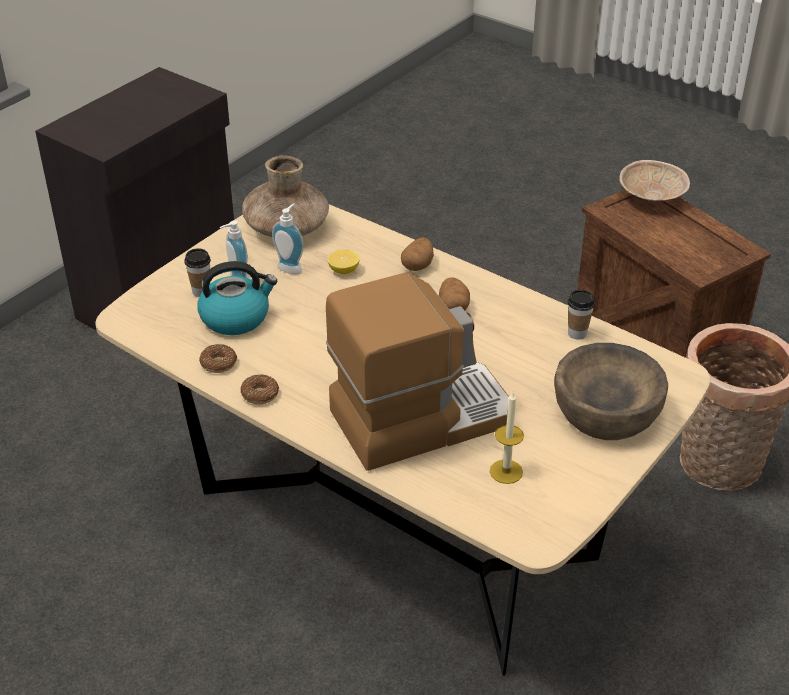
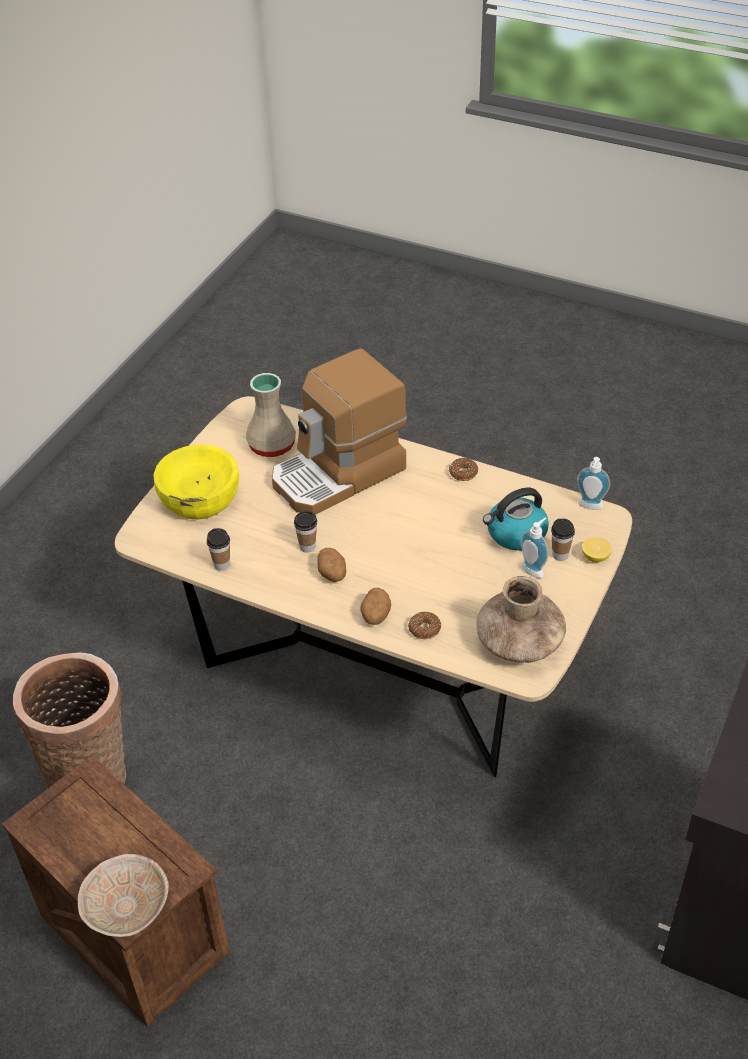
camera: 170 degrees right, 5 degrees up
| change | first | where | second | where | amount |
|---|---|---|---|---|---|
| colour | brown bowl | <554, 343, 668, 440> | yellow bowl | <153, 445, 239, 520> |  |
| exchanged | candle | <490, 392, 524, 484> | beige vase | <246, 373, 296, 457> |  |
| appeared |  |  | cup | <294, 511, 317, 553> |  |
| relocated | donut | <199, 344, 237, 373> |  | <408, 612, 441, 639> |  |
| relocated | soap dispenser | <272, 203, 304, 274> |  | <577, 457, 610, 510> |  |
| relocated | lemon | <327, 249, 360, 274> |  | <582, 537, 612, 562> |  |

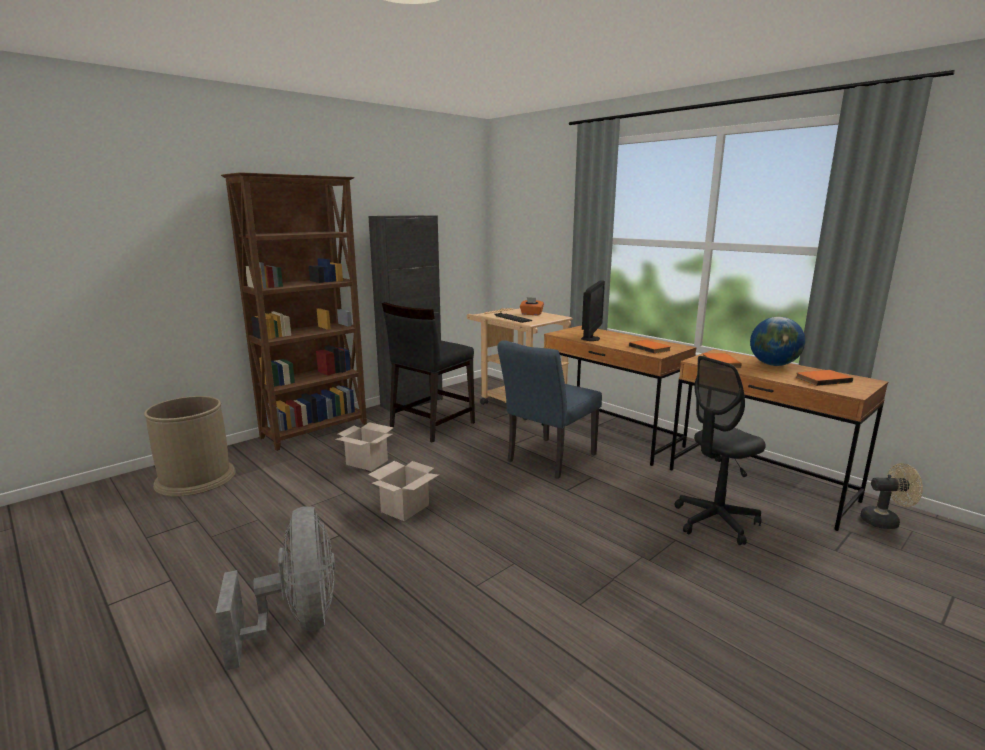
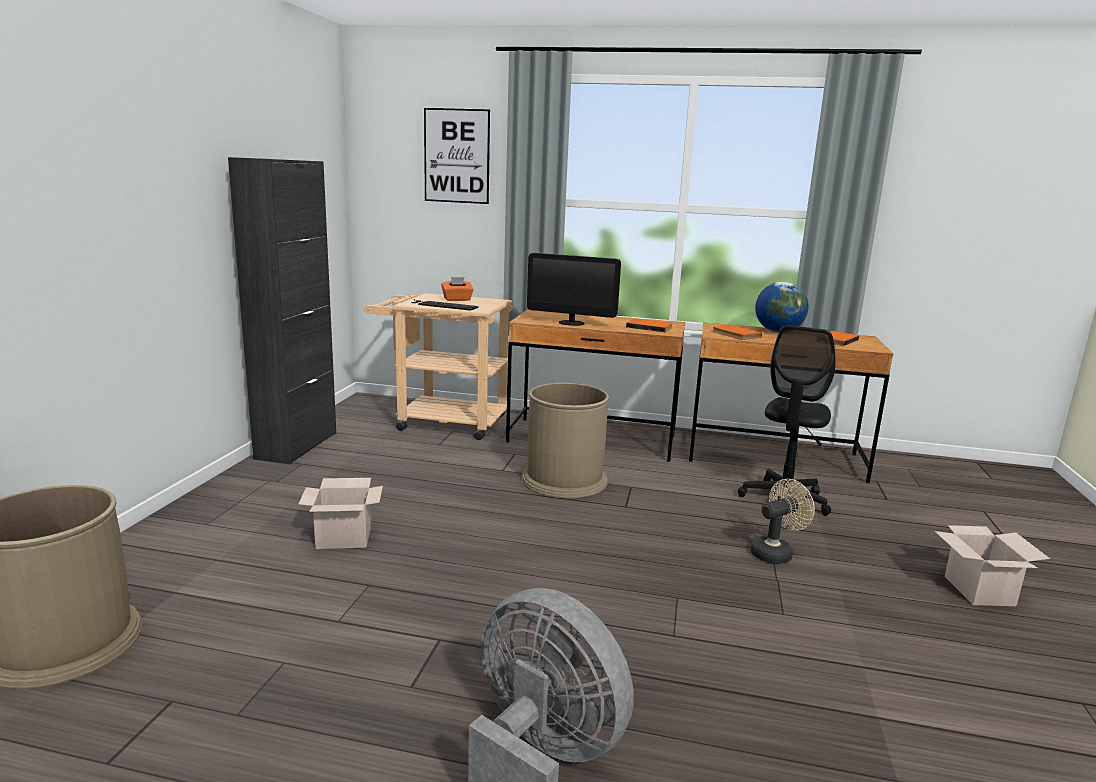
camera: 35 degrees left, 0 degrees up
| change | first | where | second | where | amount |
|---|---|---|---|---|---|
| appeared |  |  | picture | <424, 108, 490, 204> |  |
| exchanged | blue chair | <497, 340, 602, 479> | brown trash can | <521, 383, 609, 498> |  |
| spun | monitor | <581, 280, 605, 341> |  | <527, 253, 621, 326> | 120 degrees clockwise |
| relocated | beige fan | <860, 463, 923, 529> |  | <750, 479, 815, 564> |  |
| relocated | cardboard box | <368, 461, 438, 521> |  | <935, 525, 1050, 606> |  |
| missing | brown bookcase | <221, 172, 367, 451> |  |  |  |
| missing | black chair | <382, 302, 475, 443> |  |  |  |

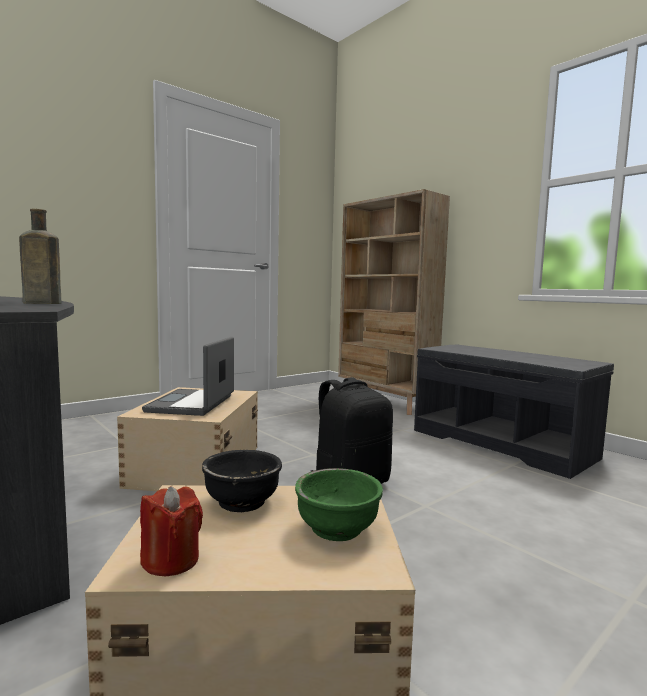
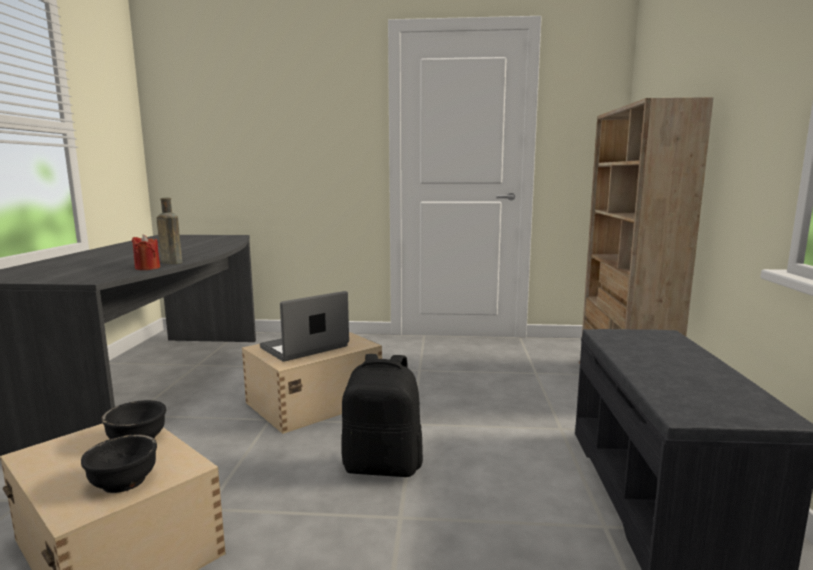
camera: 45 degrees right, 5 degrees up
| change | first | where | second | where | amount |
|---|---|---|---|---|---|
| colour | green bowl | <295, 468, 383, 541> | black bowl | <81, 435, 157, 493> |  |
| relocated | red candle | <140, 486, 203, 576> |  | <132, 235, 160, 270> |  |

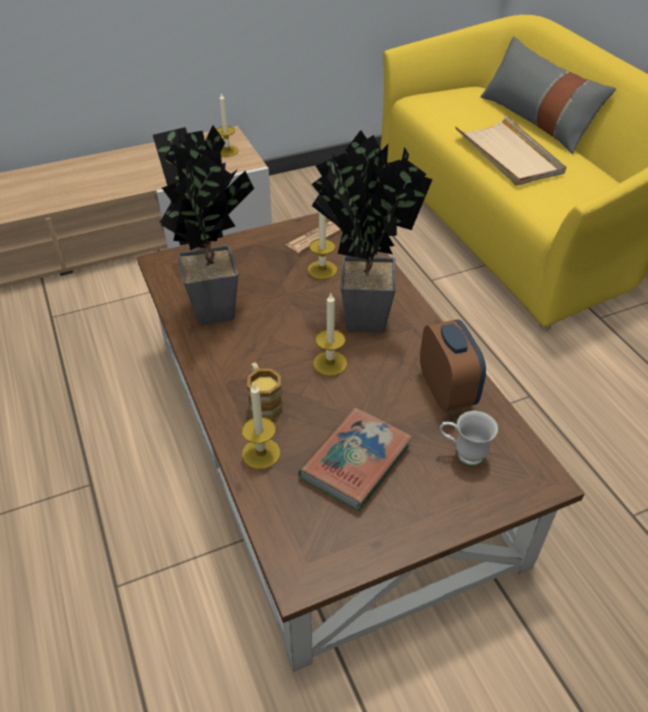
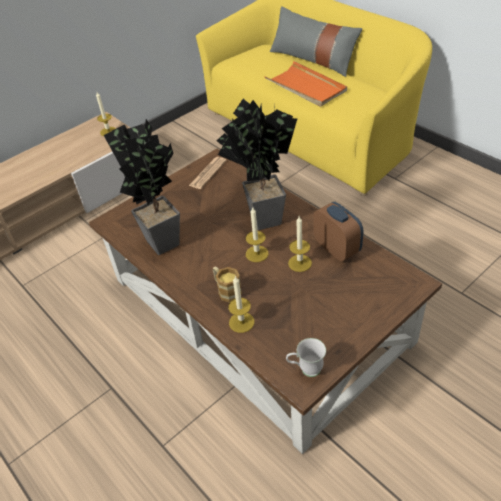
camera: 15 degrees left, 0 degrees up
| change | first | where | second | where | amount |
|---|---|---|---|---|---|
| colour | beige tray | <455, 115, 566, 186> | orange tray | <264, 61, 347, 107> |  |
| relocated | white mug | <440, 411, 498, 466> |  | <286, 338, 326, 377> |  |
| relocated | candle | <308, 212, 337, 279> |  | <288, 216, 312, 272> |  |
| missing | book | <298, 408, 412, 511> |  |  |  |

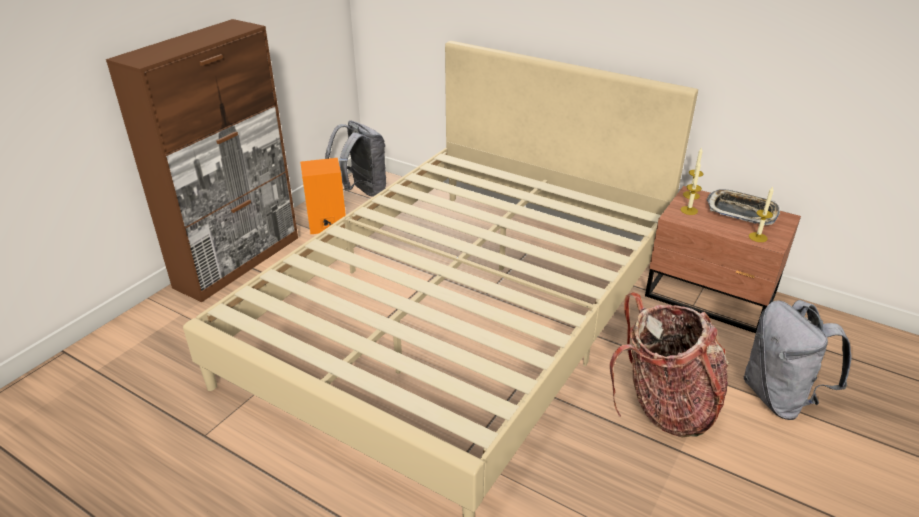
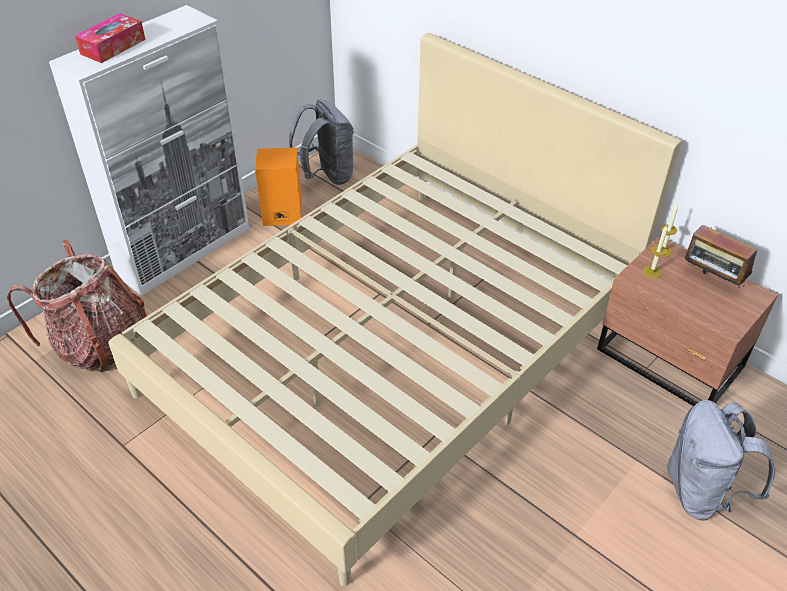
camera: 10 degrees right, 10 degrees up
| change | first | where | second | where | amount |
|---|---|---|---|---|---|
| relocated | backpack | <610, 292, 729, 438> |  | <7, 240, 147, 372> |  |
| colour | brown cabinet | <106, 19, 298, 302> | white cabinet | <49, 5, 249, 296> |  |
| appeared |  |  | tissue box | <75, 13, 145, 63> |  |
| exchanged | tray | <706, 189, 780, 225> | radio | <685, 225, 757, 287> |  |
| missing | candle | <749, 187, 774, 242> |  |  |  |

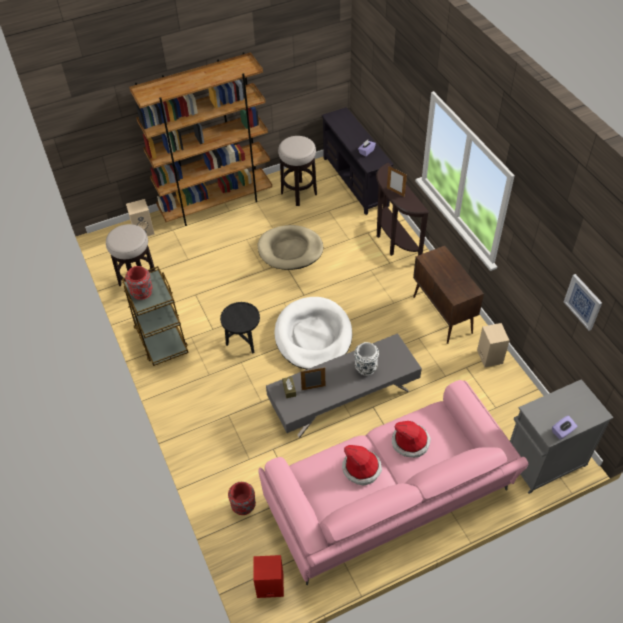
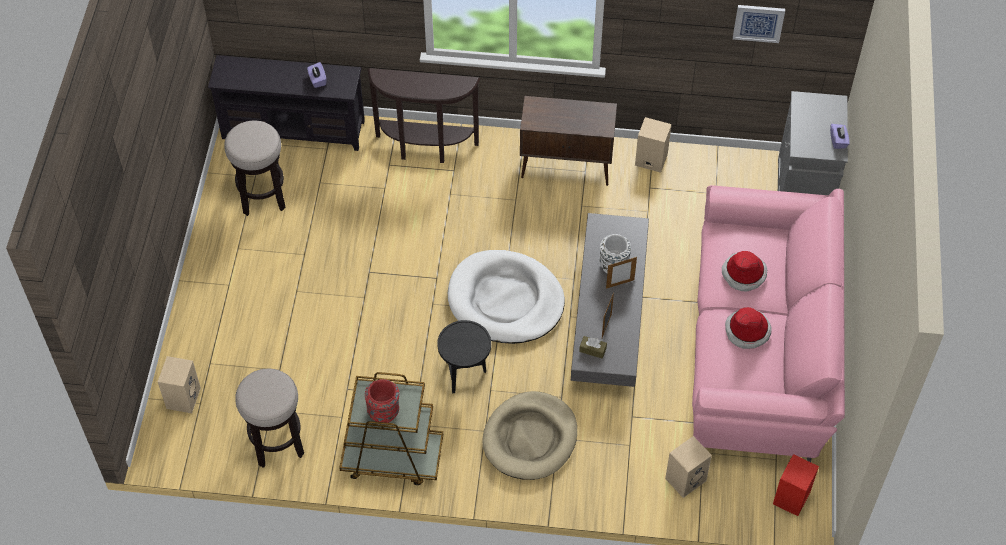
camera: 60 degrees left, 5 degrees up
| change | first | where | second | where | amount |
|---|---|---|---|---|---|
| relocated | beige dog bed | <258, 225, 323, 270> |  | <482, 391, 577, 480> |  |
| relocated | picture frame | <387, 166, 407, 197> |  | <606, 257, 637, 289> |  |
| exchanged | red vase | <228, 482, 256, 515> | beige speaker | <665, 436, 712, 498> |  |
| missing | brown bookcase | <129, 52, 272, 226> |  |  |  |

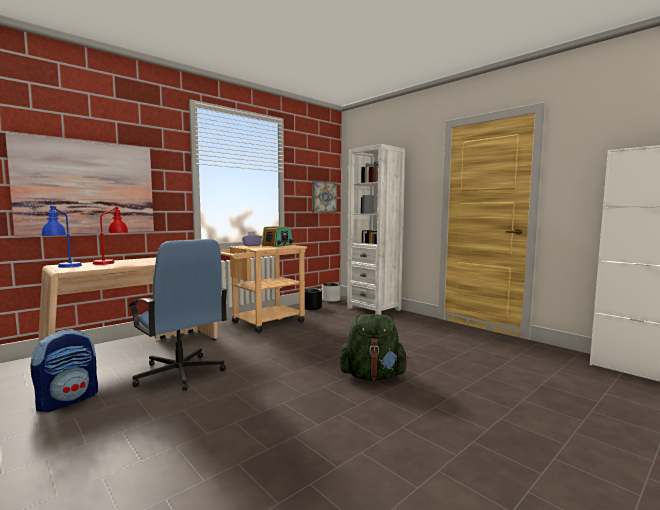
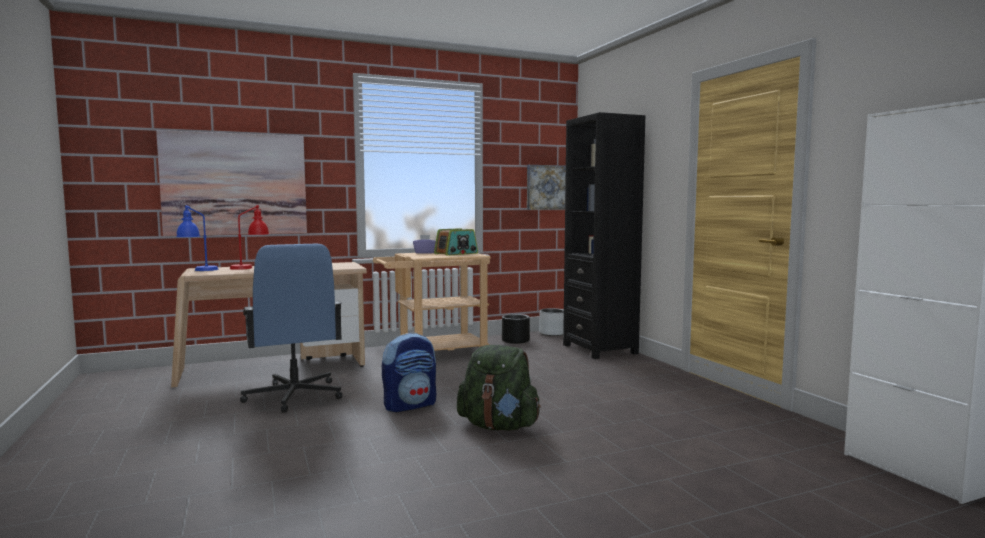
camera: 20 degrees right, 0 degrees up
| change | first | where | second | where | amount |
|---|---|---|---|---|---|
| relocated | backpack | <30, 329, 98, 412> |  | <382, 333, 436, 412> |  |
| colour | white bookcase | <347, 144, 405, 315> | black bookcase | <563, 112, 645, 359> |  |

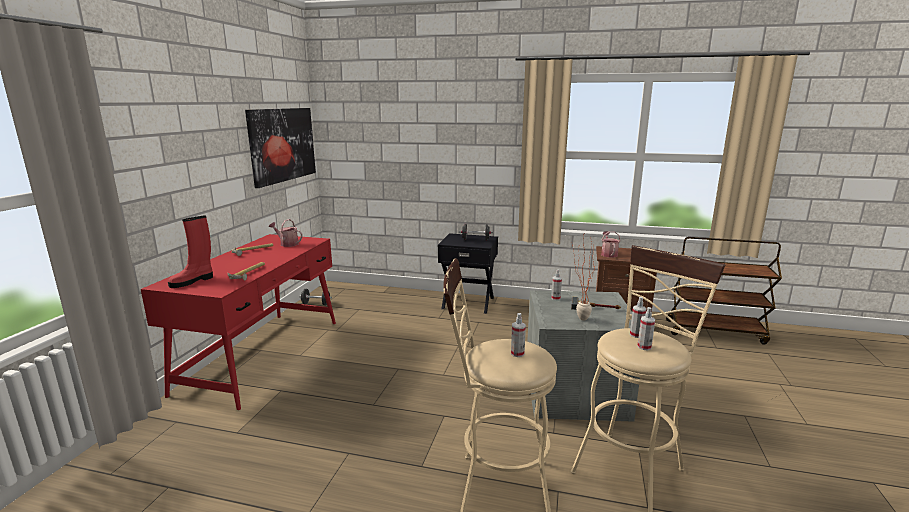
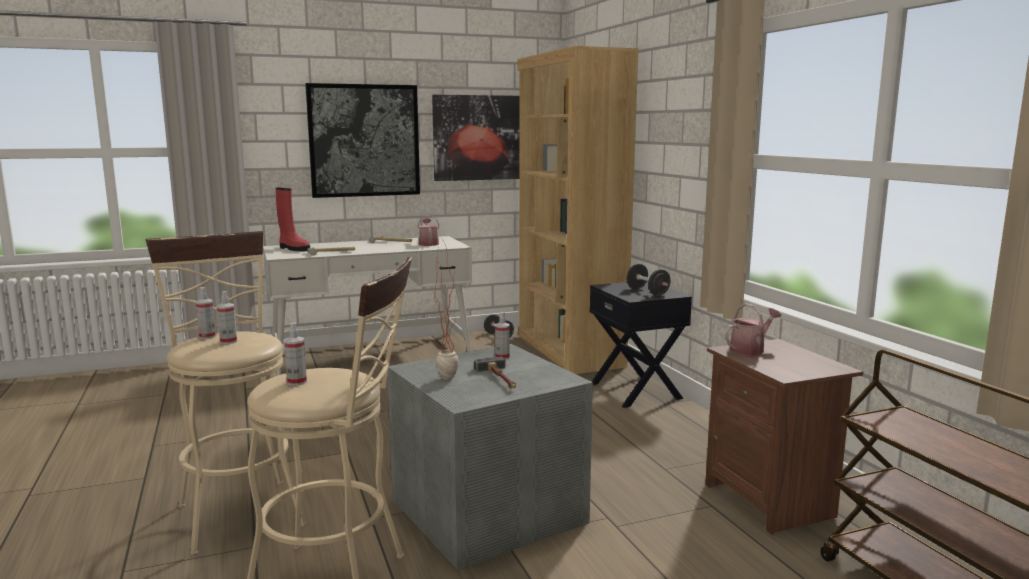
camera: 55 degrees right, 5 degrees down
| change | first | where | second | where | amount |
|---|---|---|---|---|---|
| relocated | spray bottle | <630, 297, 647, 338> |  | <196, 287, 216, 339> |  |
| colour | red desk | <141, 234, 336, 410> | white desk | <263, 236, 472, 376> |  |
| spun | red boot | <168, 215, 213, 288> |  | <275, 188, 310, 251> | 150 degrees counterclockwise |
| appeared |  |  | picture | <305, 83, 420, 198> |  |
| appeared |  |  | brown bookcase | <517, 46, 639, 374> |  |

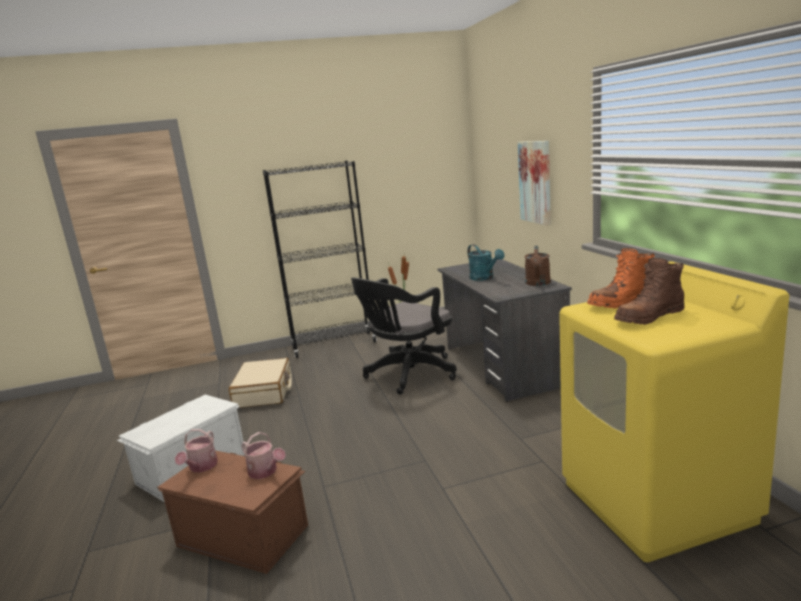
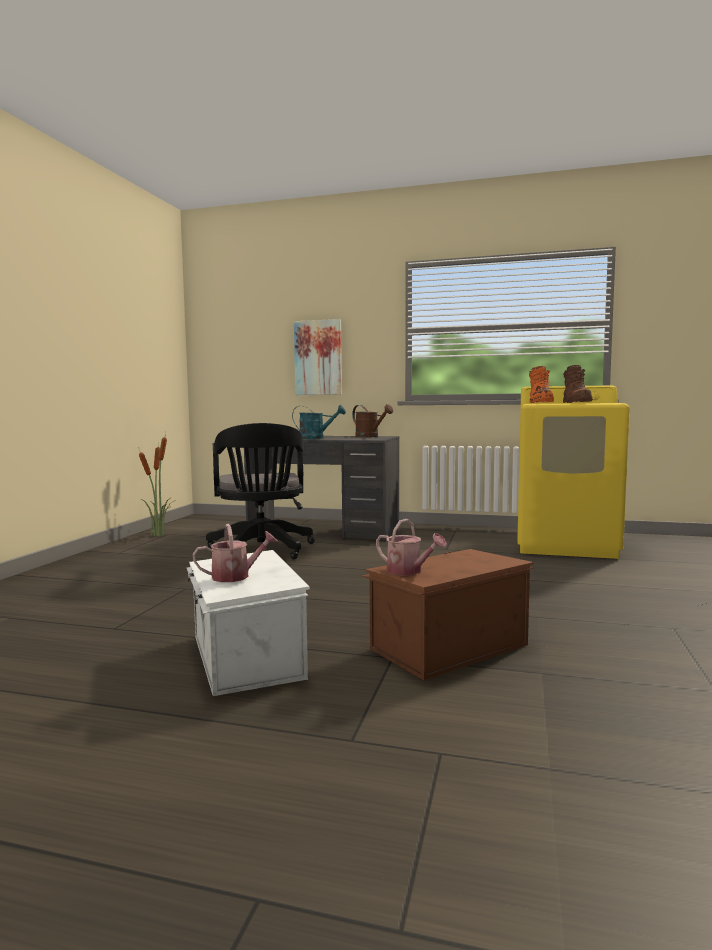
camera: 60 degrees left, 10 degrees down
| change | first | where | second | where | amount |
|---|---|---|---|---|---|
| relocated | watering can | <241, 432, 286, 479> |  | <192, 524, 278, 582> |  |
| missing | beige suitcase | <229, 358, 292, 408> |  |  |  |
| missing | black bookcase | <263, 161, 377, 358> |  |  |  |

